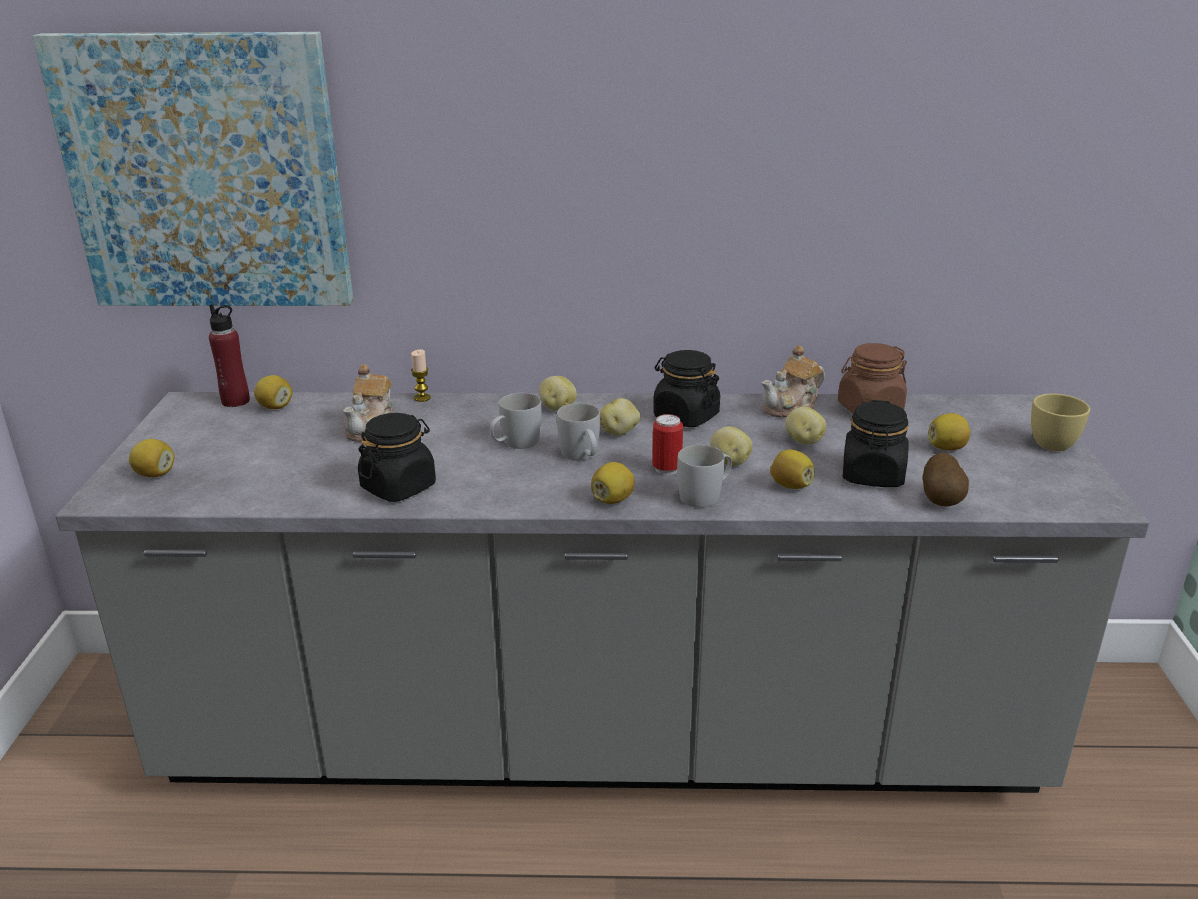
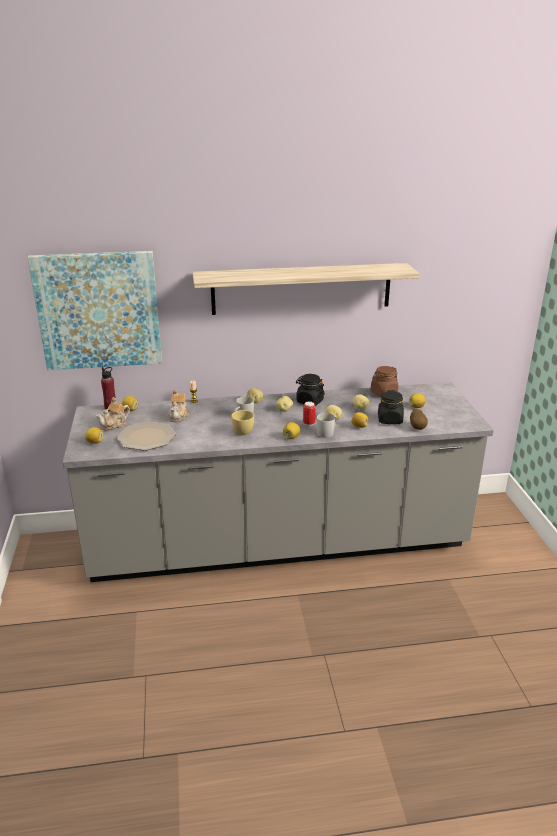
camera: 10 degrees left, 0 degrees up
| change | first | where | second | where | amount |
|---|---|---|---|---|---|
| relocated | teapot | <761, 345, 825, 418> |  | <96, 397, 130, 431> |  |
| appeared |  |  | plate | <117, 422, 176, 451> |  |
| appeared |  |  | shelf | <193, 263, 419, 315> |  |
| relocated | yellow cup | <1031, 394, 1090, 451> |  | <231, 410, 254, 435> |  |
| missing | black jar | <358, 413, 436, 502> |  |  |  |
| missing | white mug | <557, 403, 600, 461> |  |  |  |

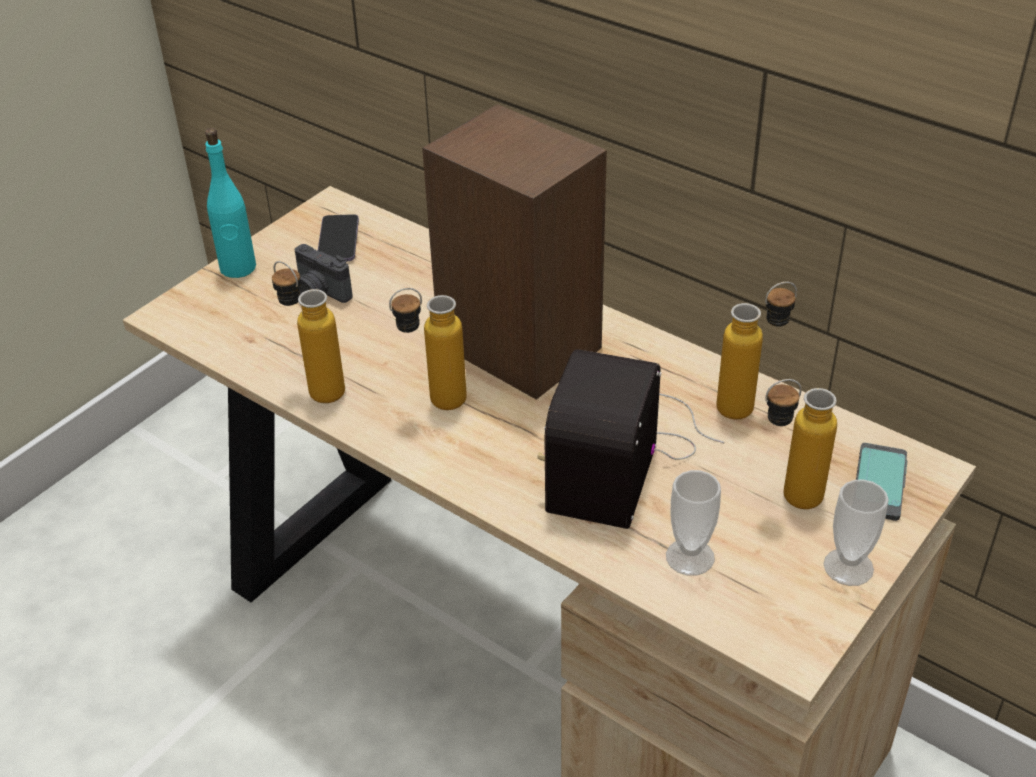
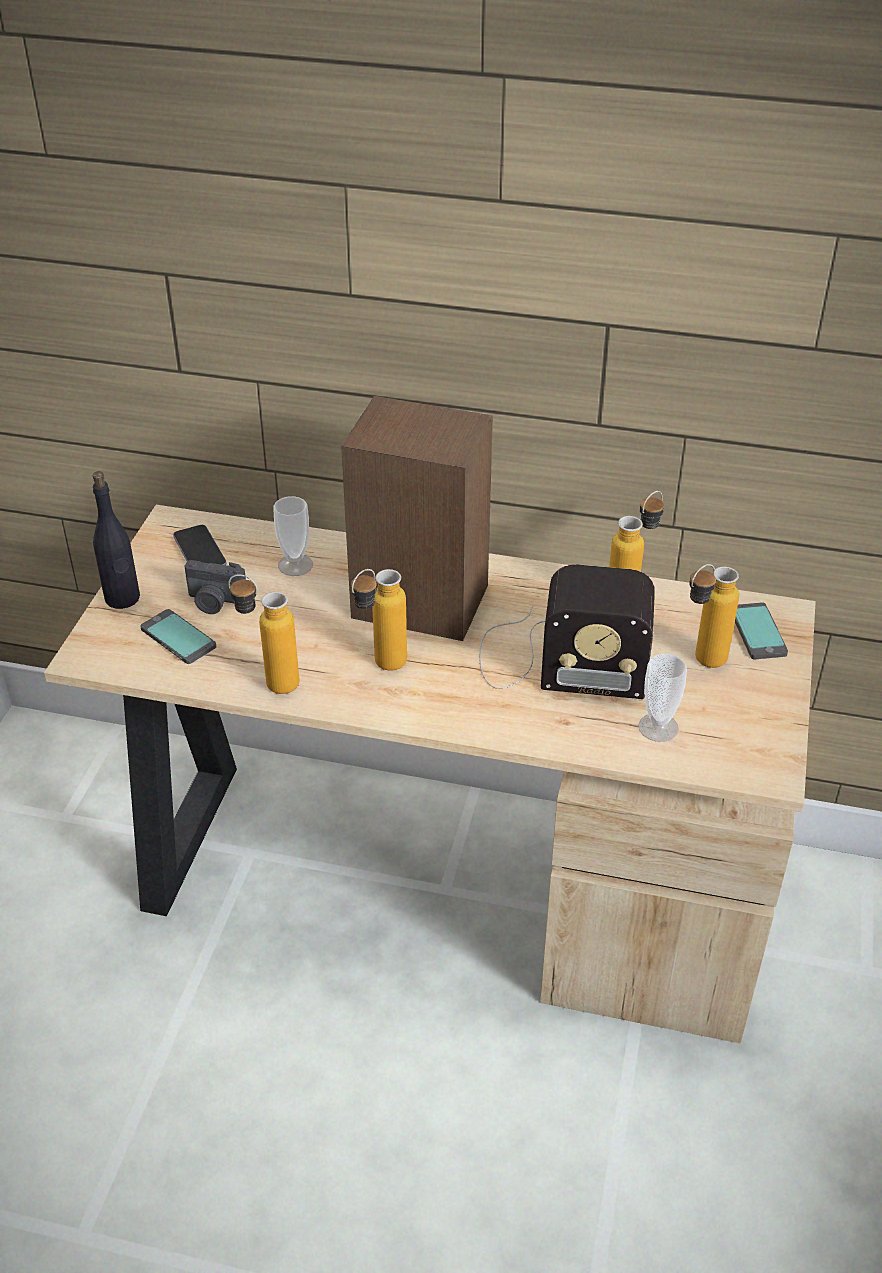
camera: 25 degrees left, 0 degrees up
| change | first | where | second | where | amount |
|---|---|---|---|---|---|
| colour | turquoise bottle | <205, 128, 256, 278> | black bottle | <93, 471, 140, 609> |  |
| appeared |  |  | phone | <140, 609, 216, 664> |  |
| relocated | cup | <824, 479, 889, 586> |  | <273, 496, 313, 576> |  |
| spun | radio | <537, 349, 724, 529> |  | <479, 565, 655, 699> | 75 degrees counterclockwise |

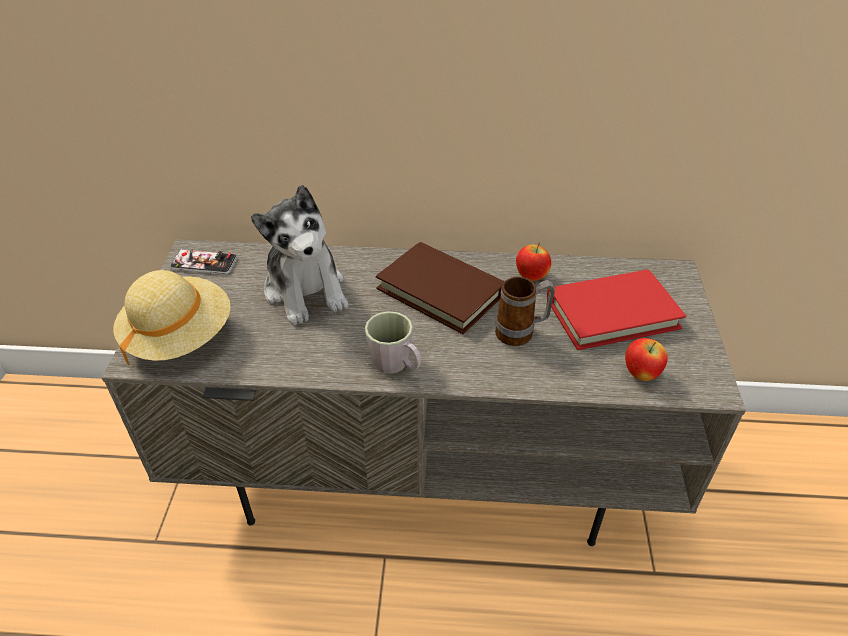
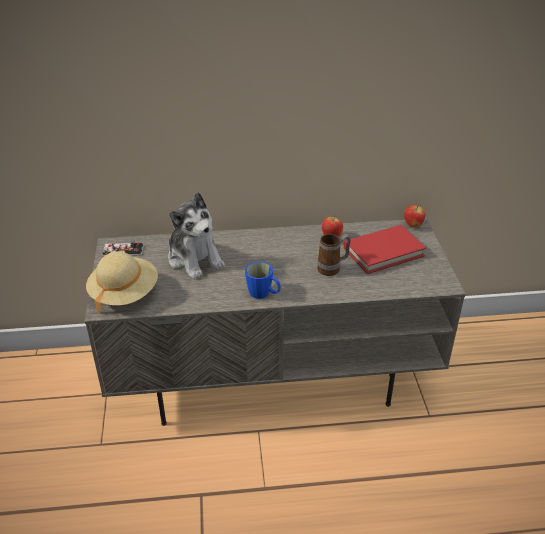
camera: 10 degrees left, 5 degrees down
| change | first | where | second | where | amount |
|---|---|---|---|---|---|
| colour | grey mug | <365, 311, 421, 374> | blue mug | <245, 262, 281, 299> |  |
| relocated | apple | <625, 338, 668, 381> |  | <404, 205, 425, 227> |  |
| missing | brown book | <376, 242, 505, 334> |  |  |  |

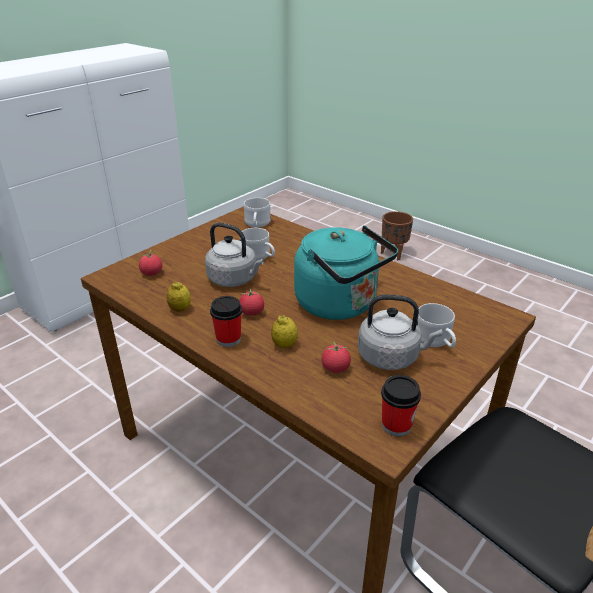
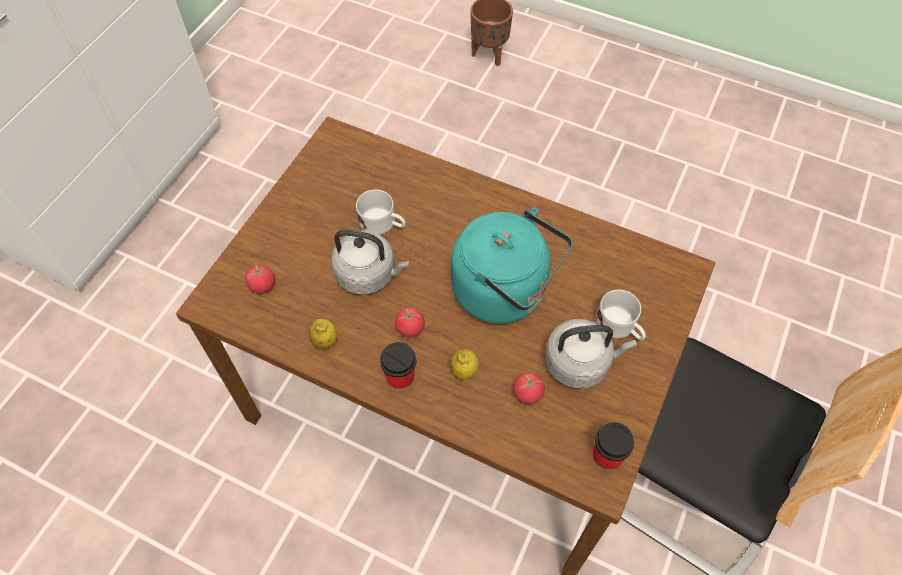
camera: 15 degrees left, 25 degrees up
| change | first | where | second | where | amount |
|---|---|---|---|---|---|
| missing | white mug | <244, 198, 271, 227> |  |  |  |

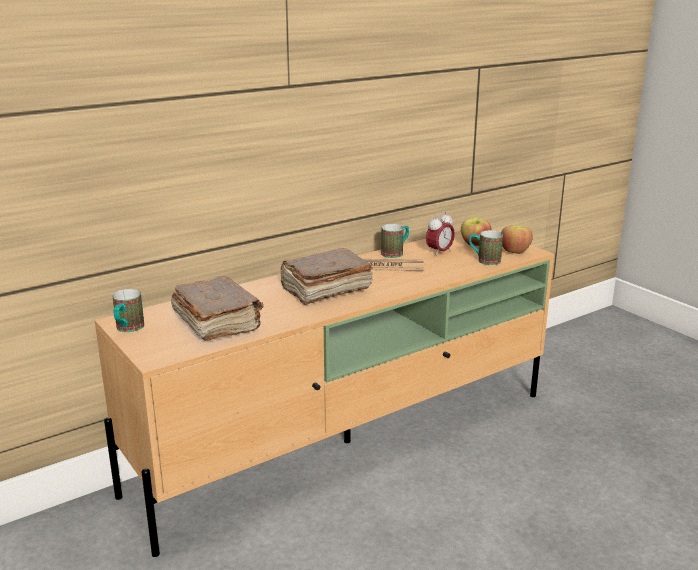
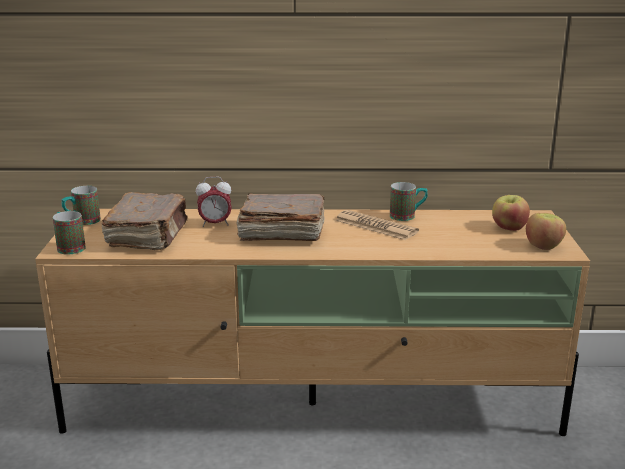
camera: 35 degrees right, 0 degrees up
| change | first | where | second | where | amount |
|---|---|---|---|---|---|
| relocated | mug | <469, 230, 503, 265> |  | <53, 211, 86, 254> |  |
| relocated | alarm clock | <426, 211, 455, 257> |  | <196, 177, 232, 227> |  |

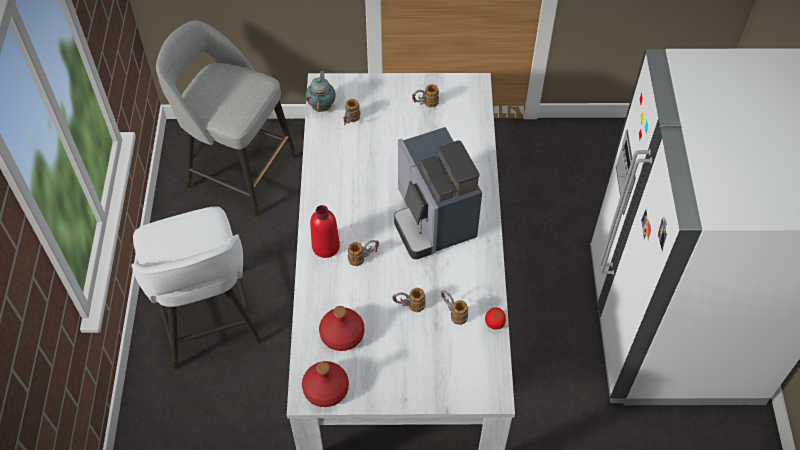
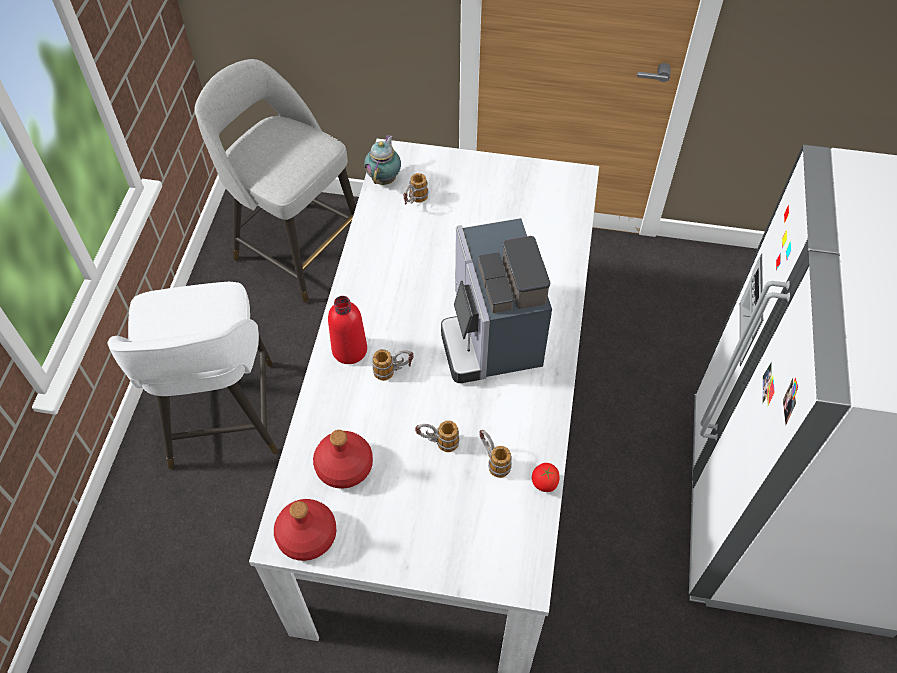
camera: 10 degrees right, 0 degrees up
| change | first | where | second | where | amount |
|---|---|---|---|---|---|
| missing | mug | <412, 84, 439, 107> |  |  |  |

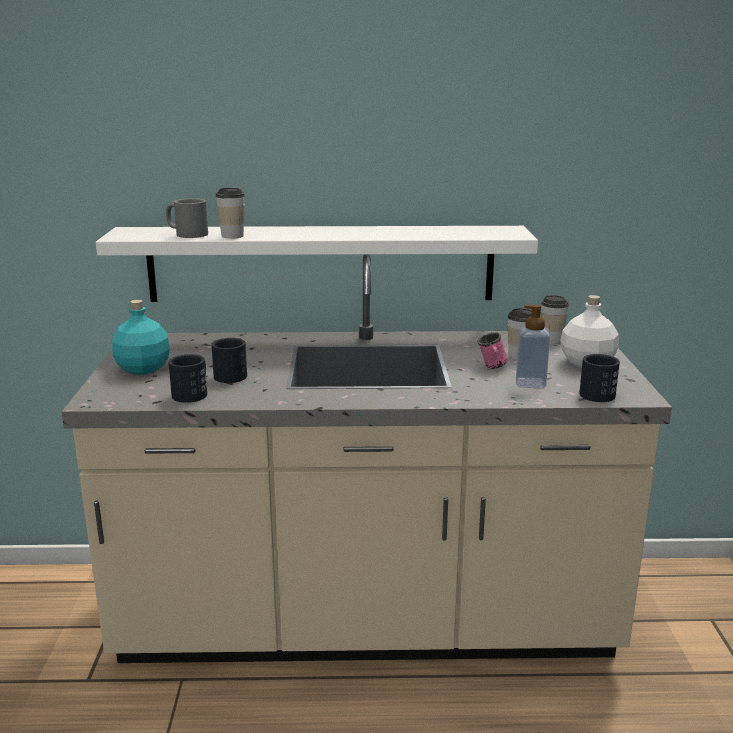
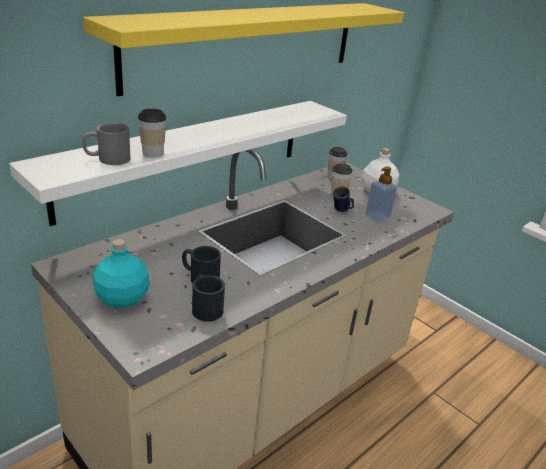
camera: 45 degrees left, 10 degrees up
| change | first | where | second | where | amount |
|---|---|---|---|---|---|
| appeared |  |  | yellow shelf | <83, 3, 404, 96> |  |
| colour | pink mug | <478, 332, 508, 369> | blue mug | <333, 186, 354, 212> |  |
| missing | black mug | <579, 354, 620, 402> |  |  |  |

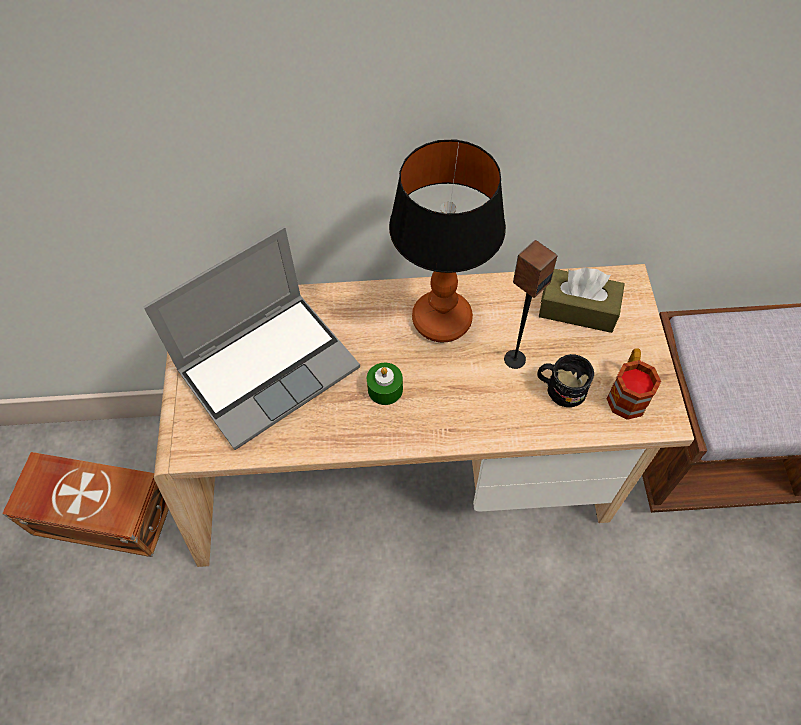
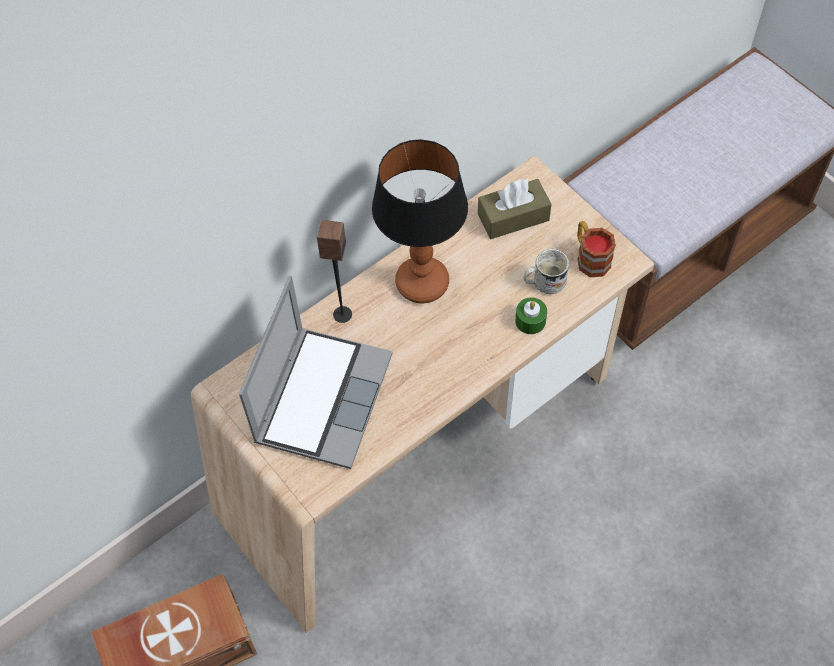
camera: 35 degrees left, 0 degrees up
| change | first | where | second | where | amount |
|---|---|---|---|---|---|
| relocated | speaker | <504, 240, 558, 369> |  | <317, 220, 352, 323> |  |
| relocated | green candle | <367, 363, 403, 405> |  | <515, 298, 547, 334> |  |
| colour | black mug | <537, 354, 594, 407> | white mug | <523, 249, 569, 295> |  |

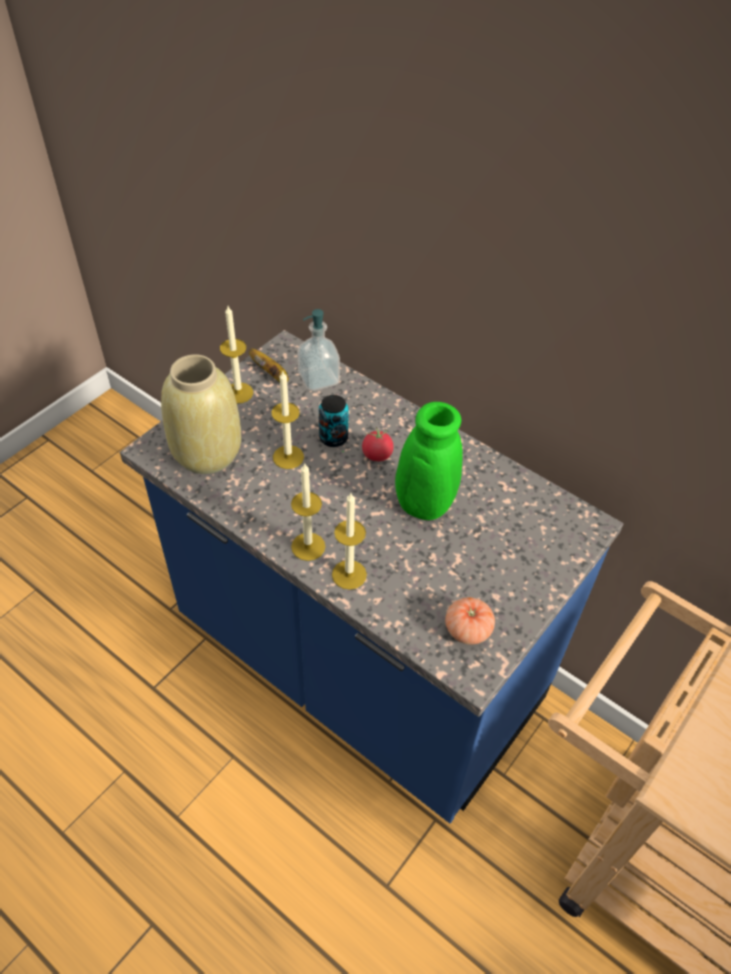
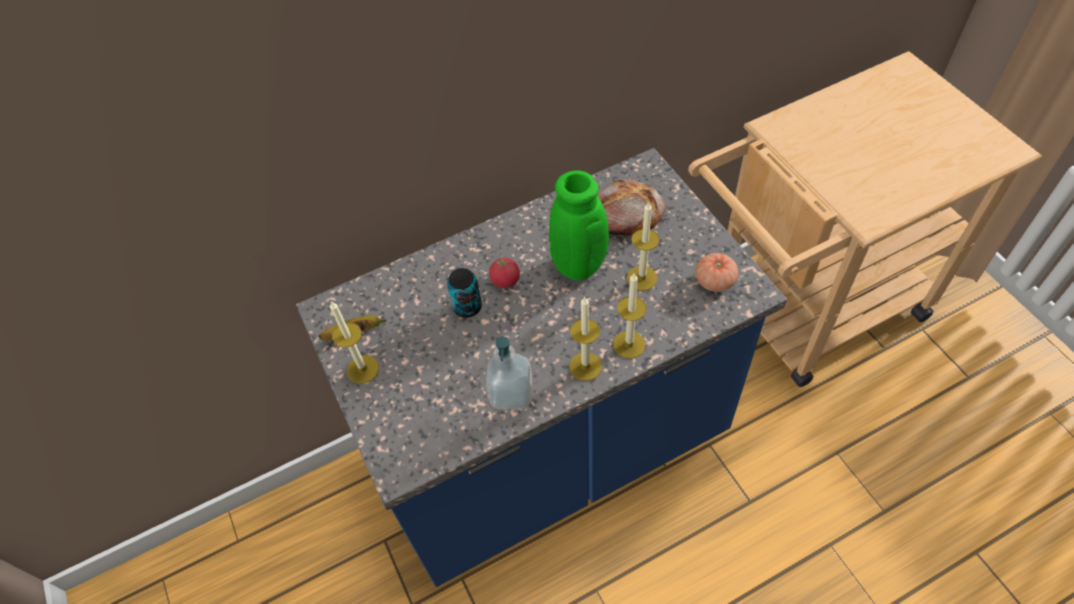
camera: 60 degrees left, 5 degrees up
| change | first | where | second | where | amount |
|---|---|---|---|---|---|
| relocated | soap dispenser | <297, 309, 340, 391> |  | <486, 337, 532, 409> |  |
| appeared |  |  | bread | <597, 180, 666, 236> |  |
| relocated | candle | <271, 371, 304, 469> |  | <627, 202, 659, 291> |  |
| missing | beige vase | <161, 354, 241, 474> |  |  |  |

